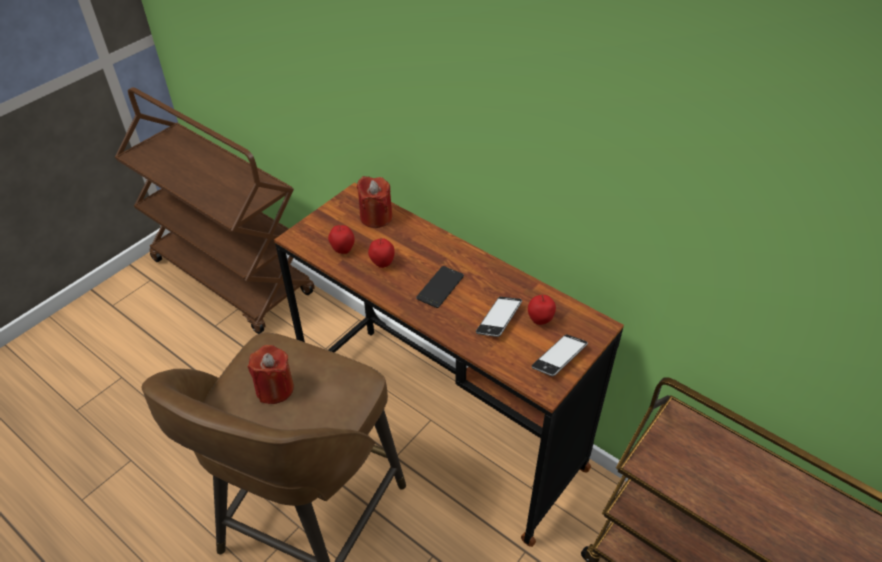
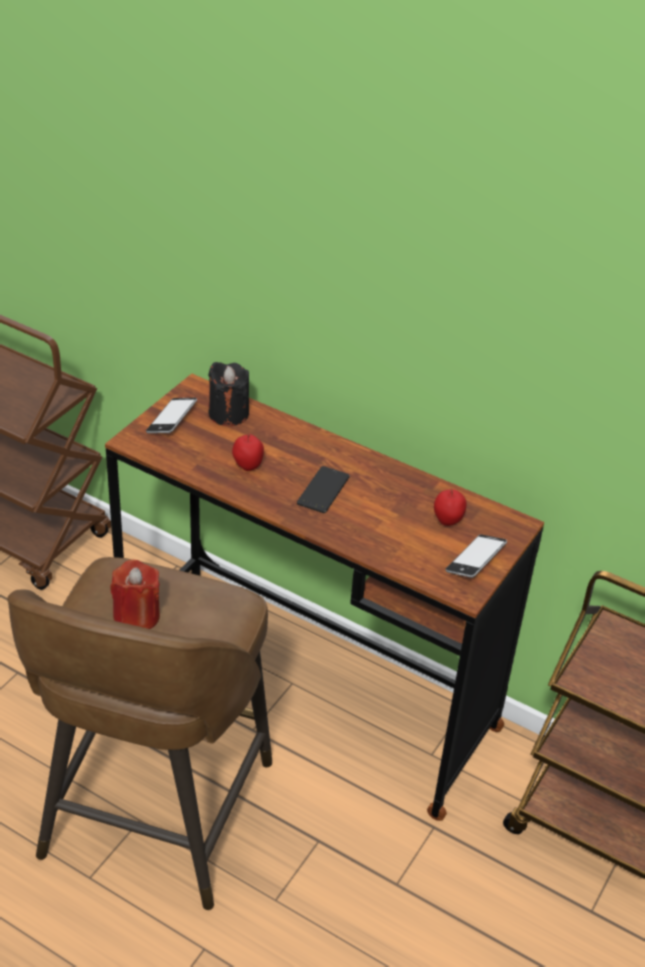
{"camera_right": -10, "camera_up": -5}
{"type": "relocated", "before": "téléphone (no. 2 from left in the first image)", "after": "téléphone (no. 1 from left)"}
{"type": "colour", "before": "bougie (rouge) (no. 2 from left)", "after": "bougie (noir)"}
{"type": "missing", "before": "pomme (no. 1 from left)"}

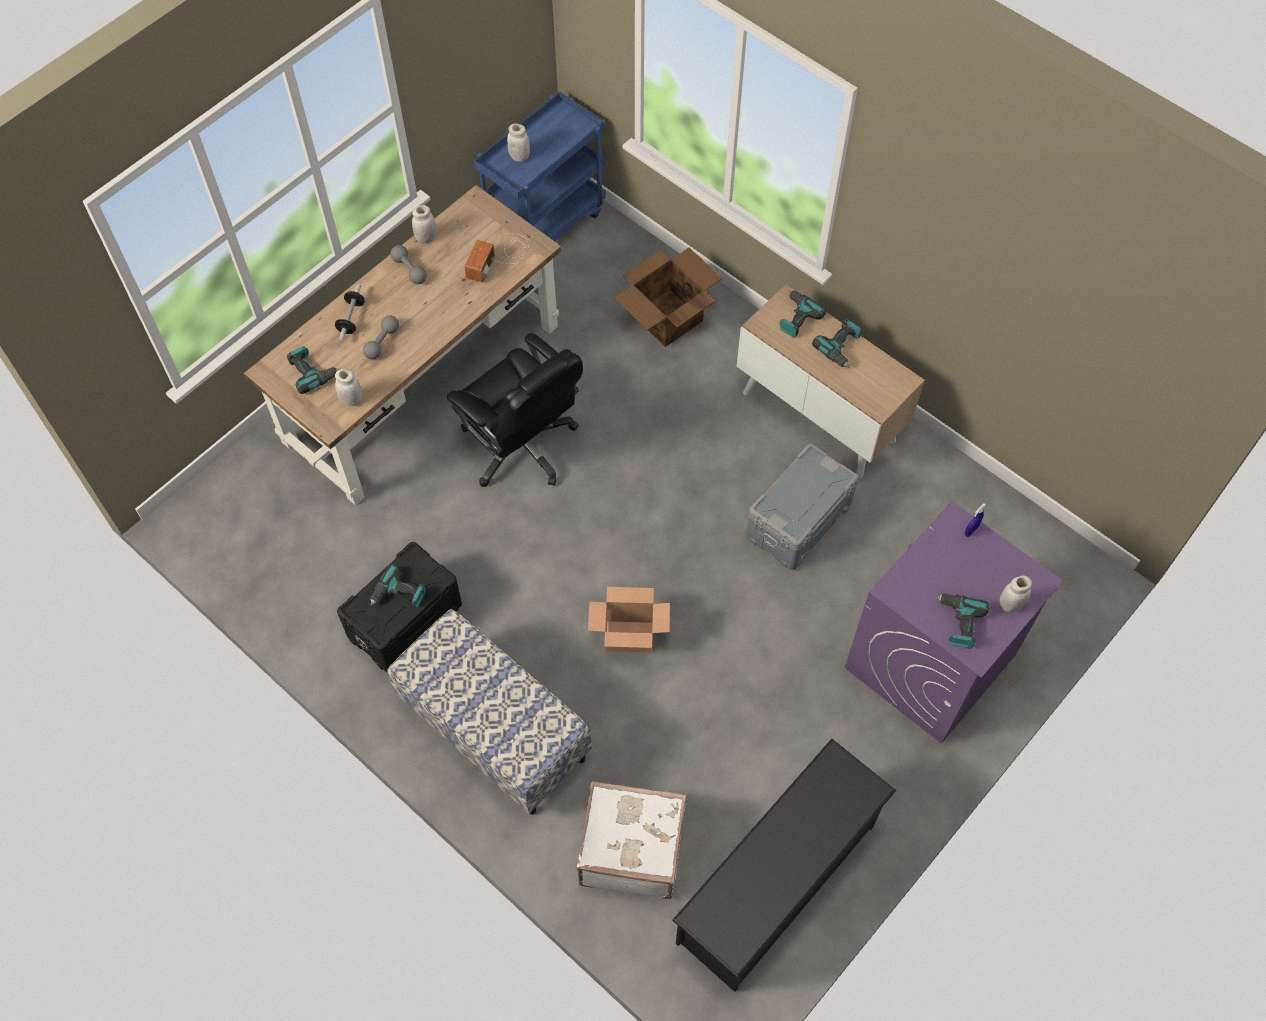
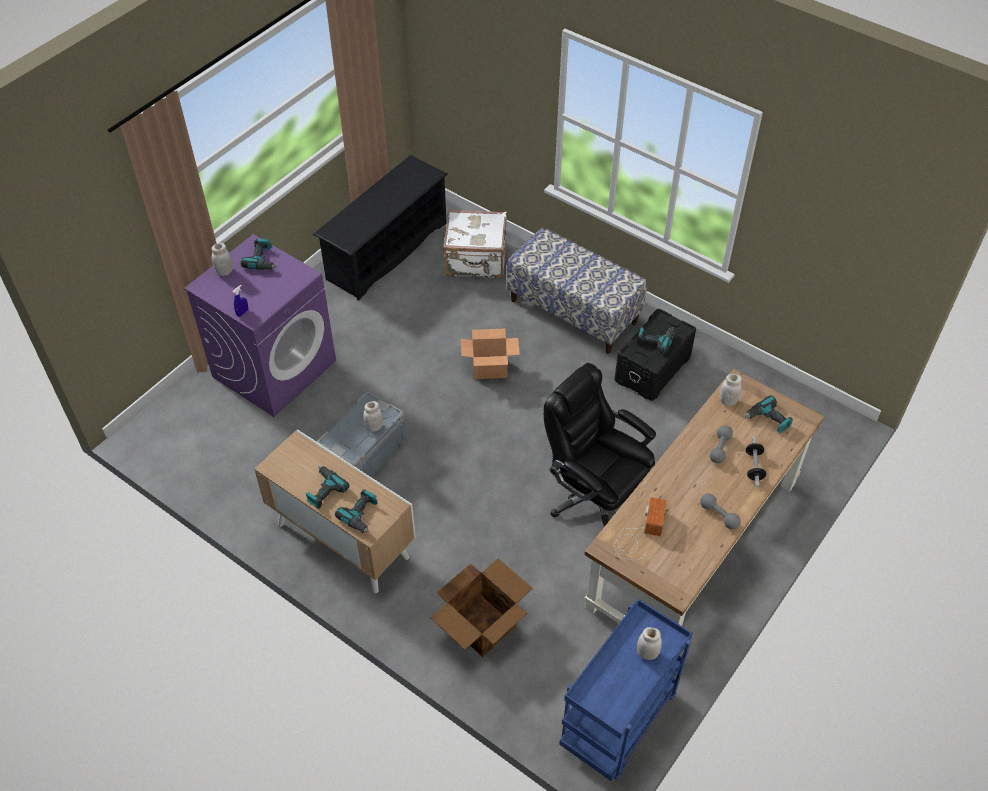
{"camera_right": 175, "camera_up": -10}
{"type": "relocated", "before": "bocal (blanc) (no. 2 from left)"}

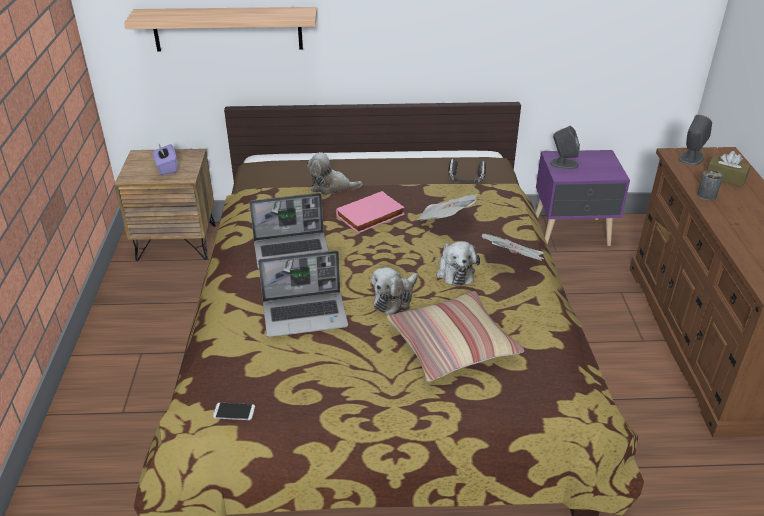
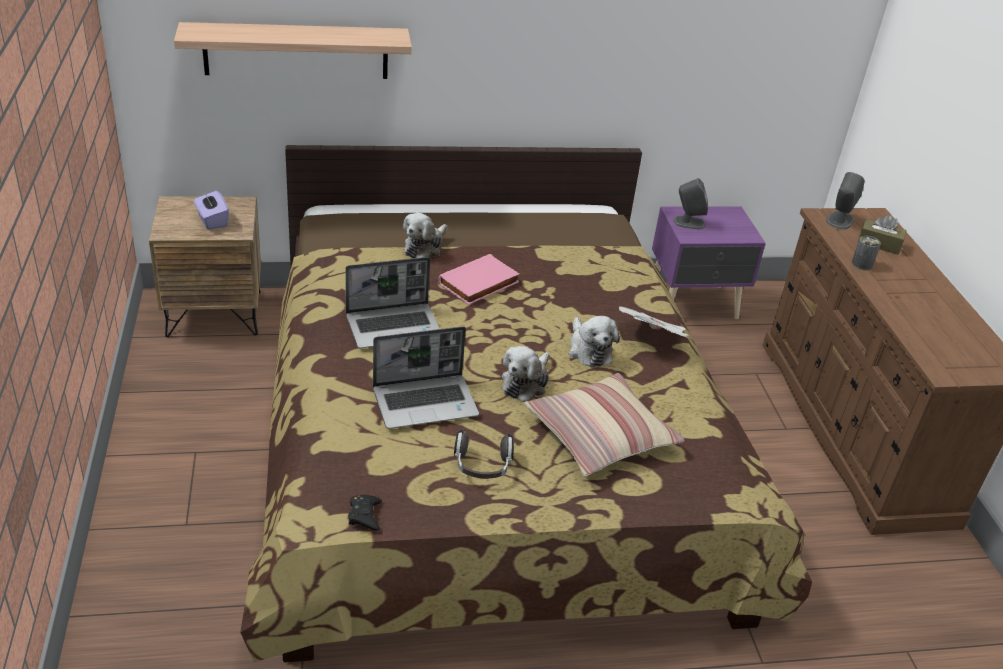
{"camera_right": -10, "camera_up": 0}
{"type": "exchanged", "before": "téléphone", "after": "manette (noir)"}
{"type": "spun", "before": "peluche (no. 1 from left)", "turn": -60}
{"type": "relocated", "before": "casque audio"}
{"type": "missing", "before": "journal (no. 1 from left)"}

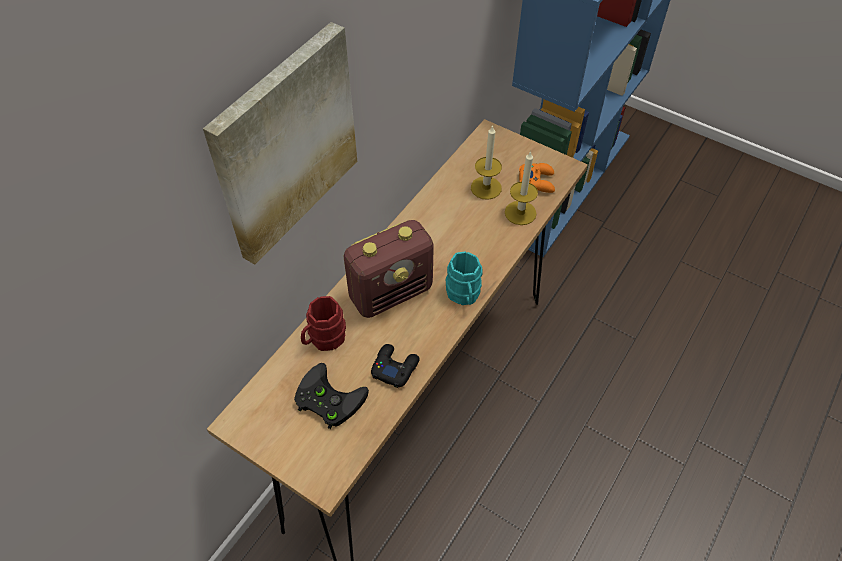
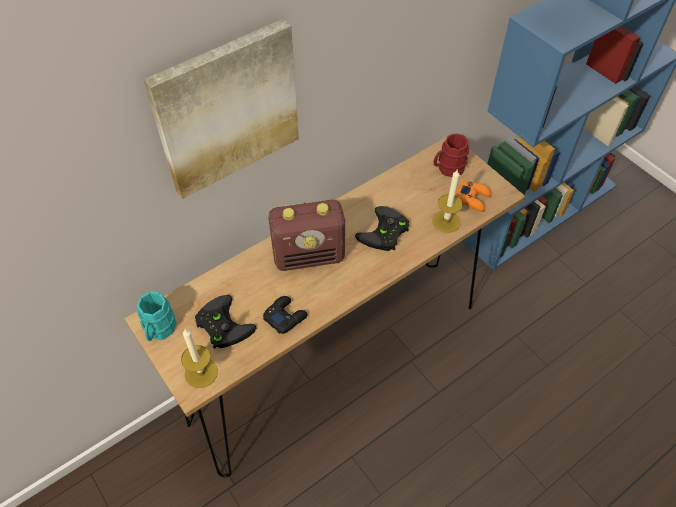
{"camera_right": 20, "camera_up": 0}
{"type": "relocated", "before": "mug (turquoise)"}
{"type": "relocated", "before": "bougie (no. 1 from left)"}
{"type": "appeared", "after": "manette (noir) (no. 3 from left)"}
{"type": "relocated", "before": "mug (rouge)"}

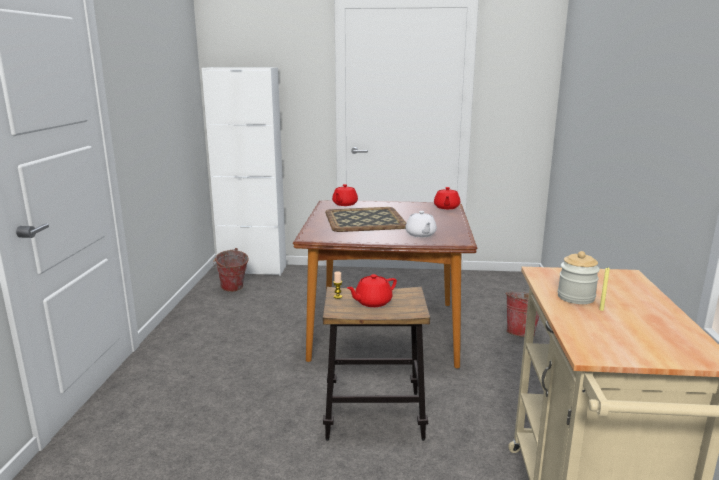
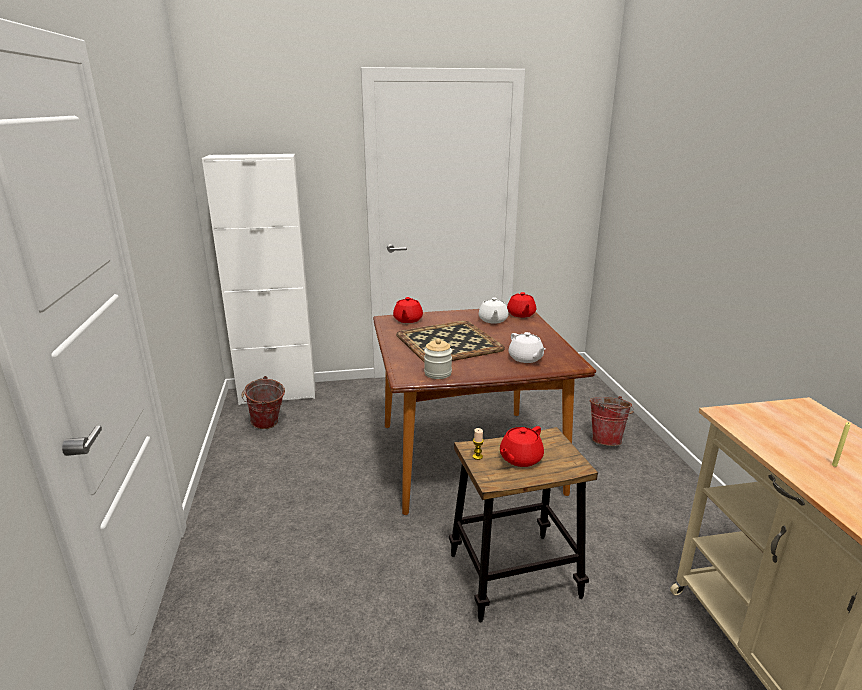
{"camera_right": -15, "camera_up": 5}
{"type": "relocated", "before": "bocal"}
{"type": "appeared", "after": "théière (blanc) (no. 1 from left)"}

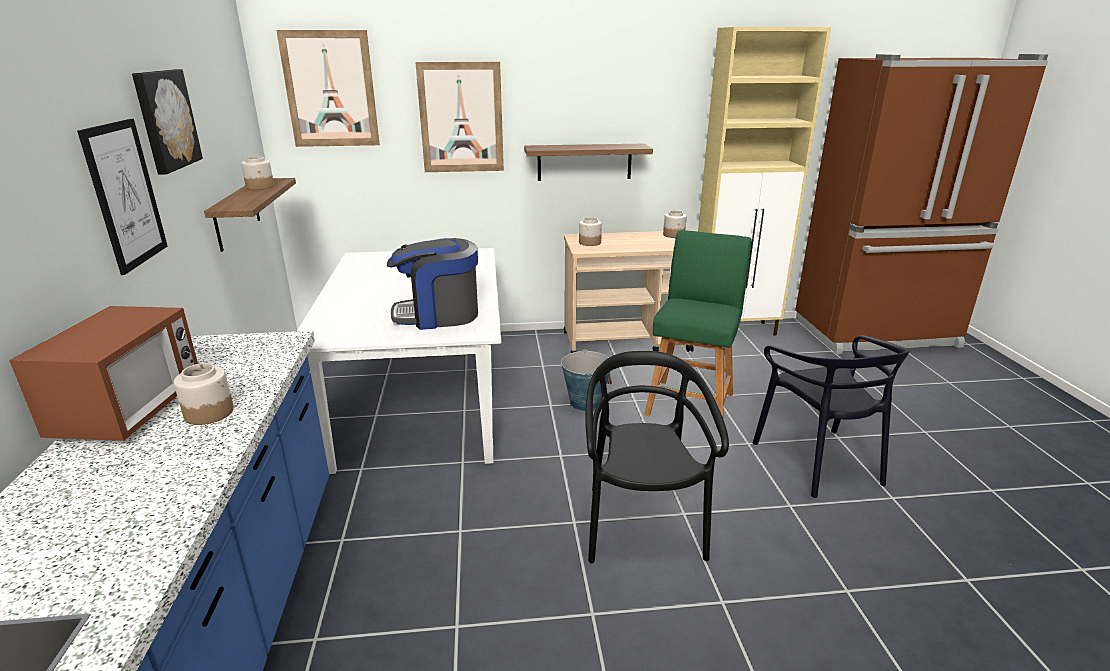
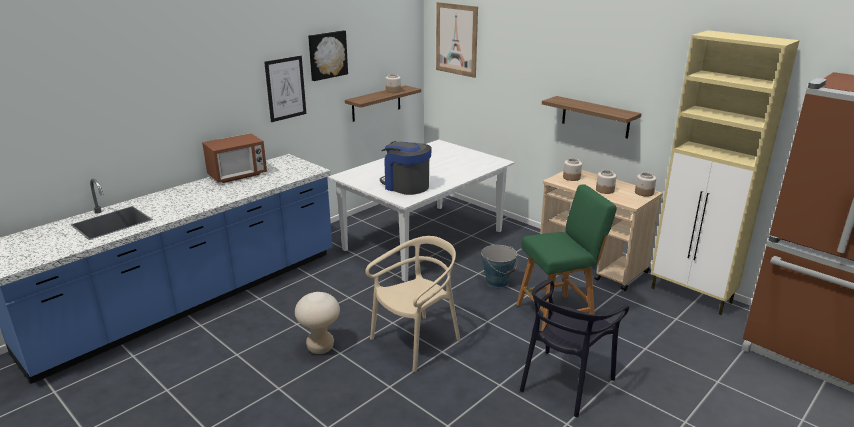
{"camera_right": 50, "camera_up": 0}
{"type": "appeared", "after": "tabouret (beige)"}
{"type": "colour", "before": "chaise (noir) (no. 1 from left)", "after": "chaise (beige)"}
{"type": "relocated", "before": "bocal (no. 1 from left in the first image)", "after": "bocal (no. 3 from left)"}
{"type": "missing", "before": "tableau (no. 4 from left)"}

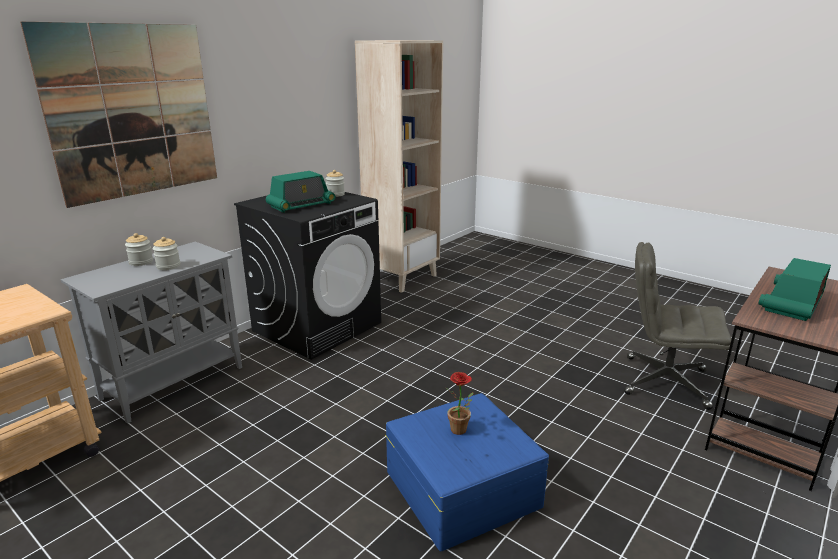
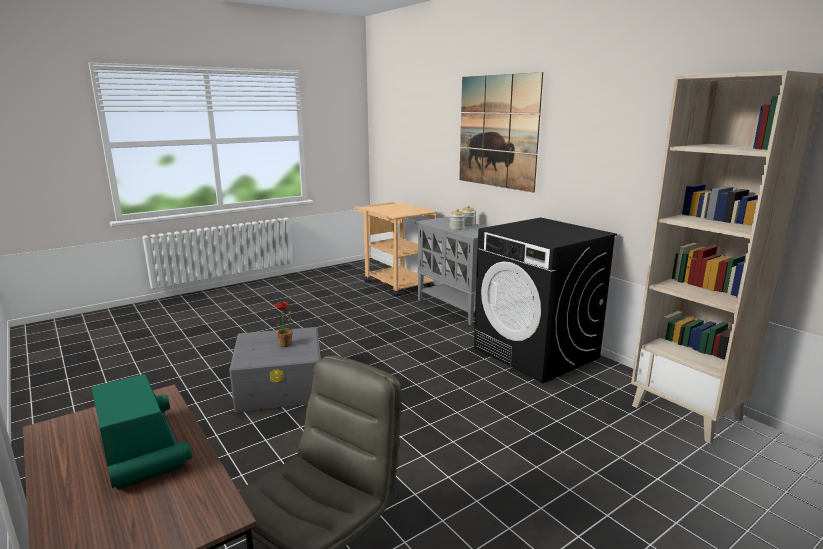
{"camera_right": 105, "camera_up": -5}
{"type": "colour", "before": "boîte de rangement (bleu)", "after": "boîte de rangement (gris)"}
{"type": "missing", "before": "radio (no. 1 from left)"}
{"type": "missing", "before": "bocal (no. 3 from left)"}

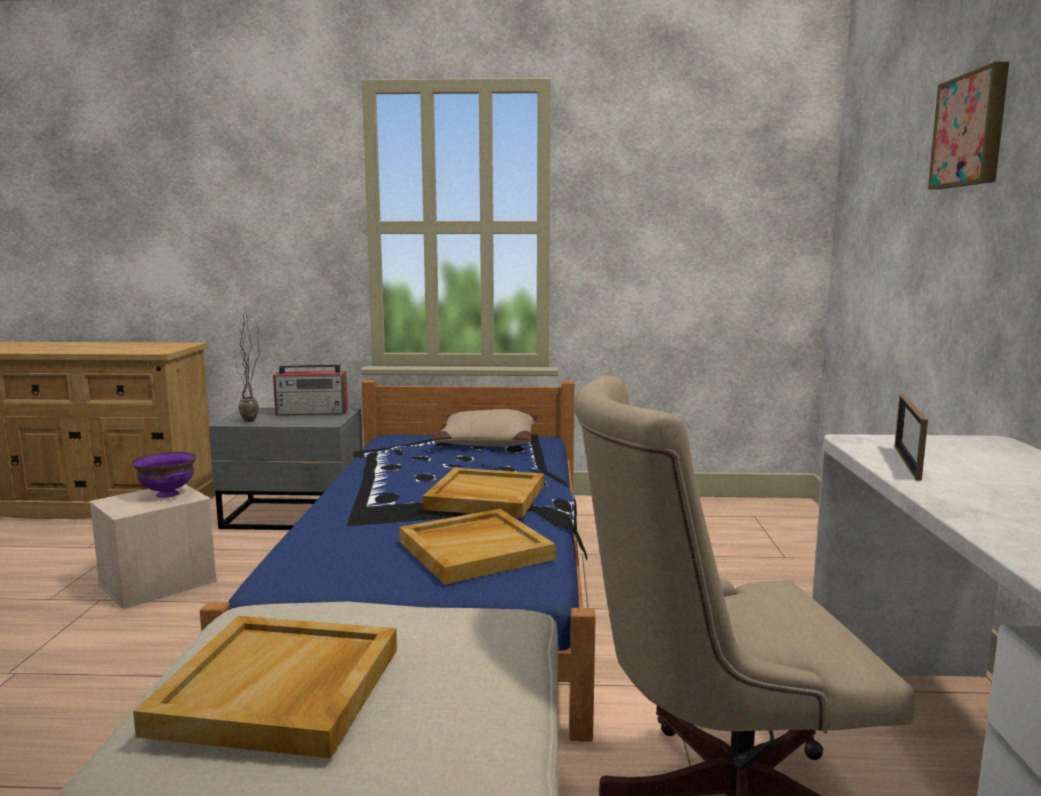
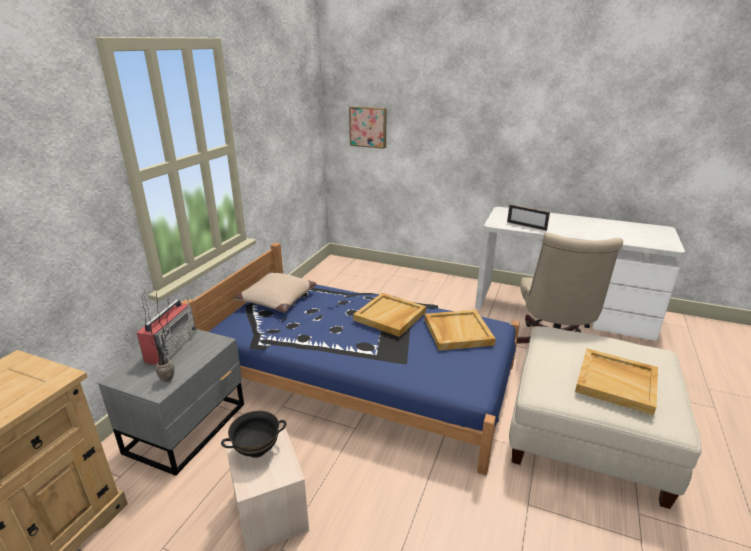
{"camera_right": -70, "camera_up": 15}
{"type": "colour", "before": "bol (violet)", "after": "bol (noir)"}
{"type": "relocated", "before": "tableau"}

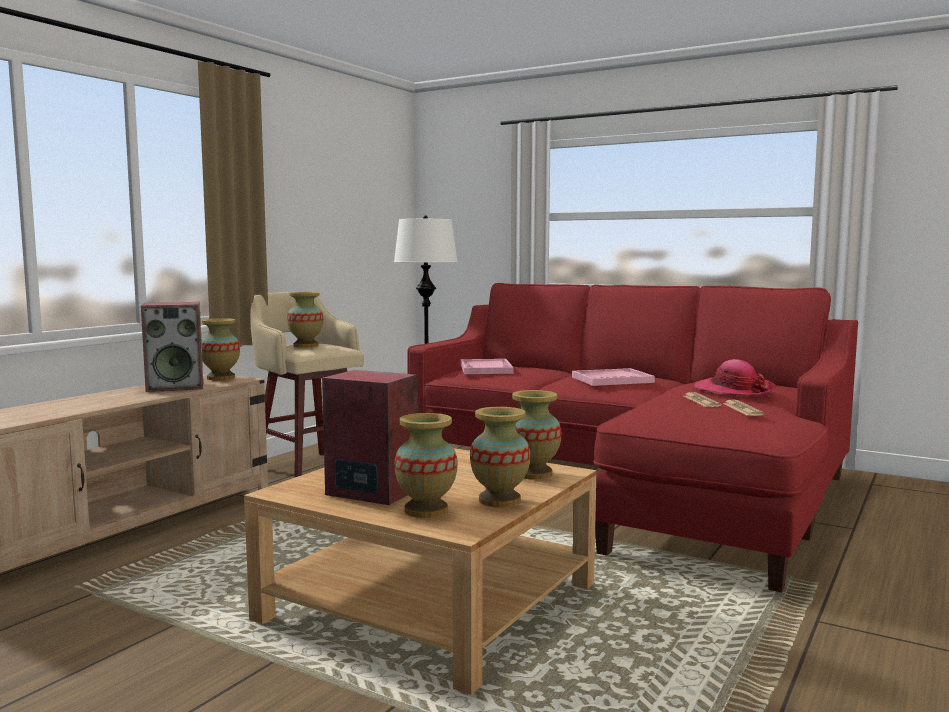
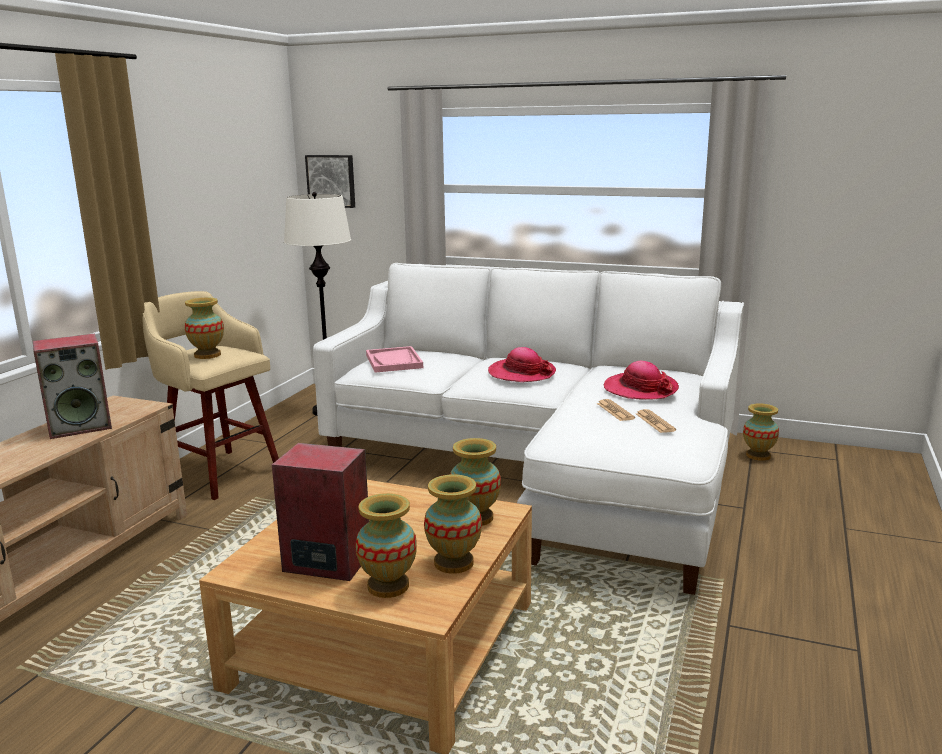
{"camera_right": -10, "camera_up": 10}
{"type": "appeared", "after": "tableau"}
{"type": "colour", "before": "canapé (rouge)", "after": "canapé (blanc)"}
{"type": "exchanged", "before": "plateau (rose) (no. 2 from left)", "after": "chapeau (no. 1 from left)"}
{"type": "relocated", "before": "vase (no. 1 from left in the first image)", "after": "vase (no. 5 from left)"}

